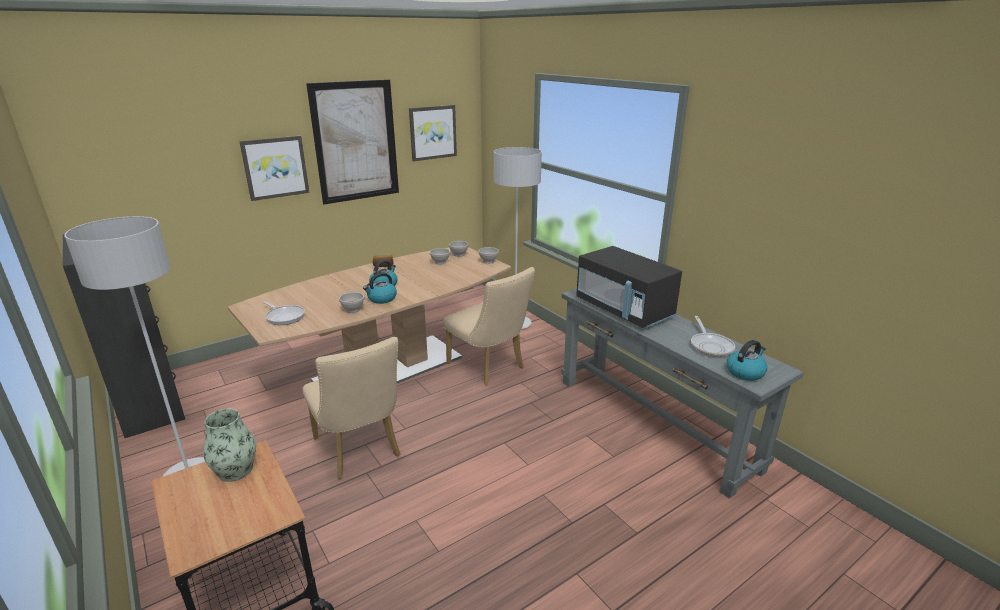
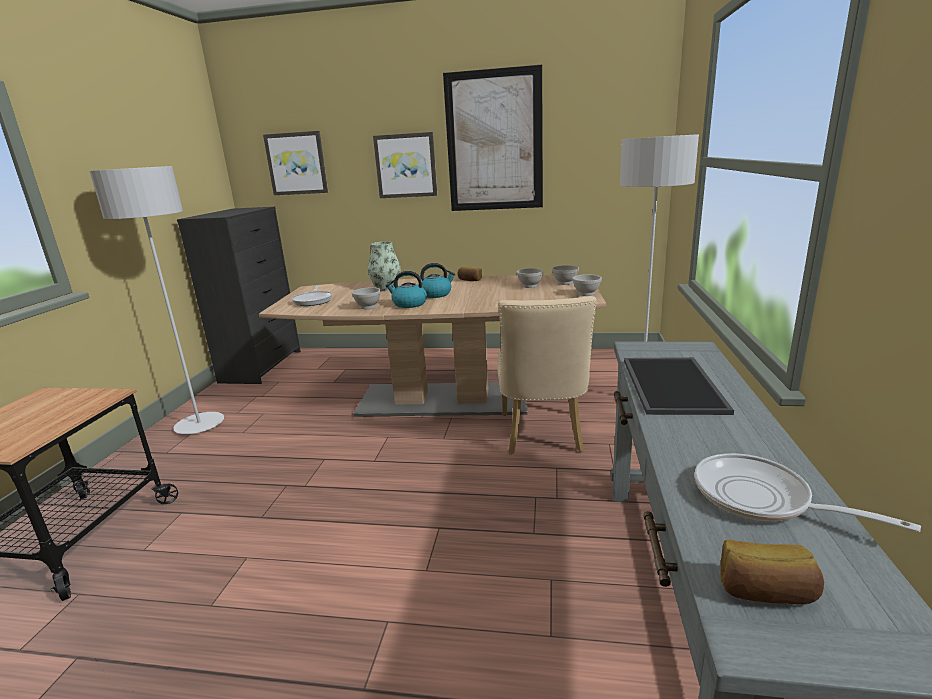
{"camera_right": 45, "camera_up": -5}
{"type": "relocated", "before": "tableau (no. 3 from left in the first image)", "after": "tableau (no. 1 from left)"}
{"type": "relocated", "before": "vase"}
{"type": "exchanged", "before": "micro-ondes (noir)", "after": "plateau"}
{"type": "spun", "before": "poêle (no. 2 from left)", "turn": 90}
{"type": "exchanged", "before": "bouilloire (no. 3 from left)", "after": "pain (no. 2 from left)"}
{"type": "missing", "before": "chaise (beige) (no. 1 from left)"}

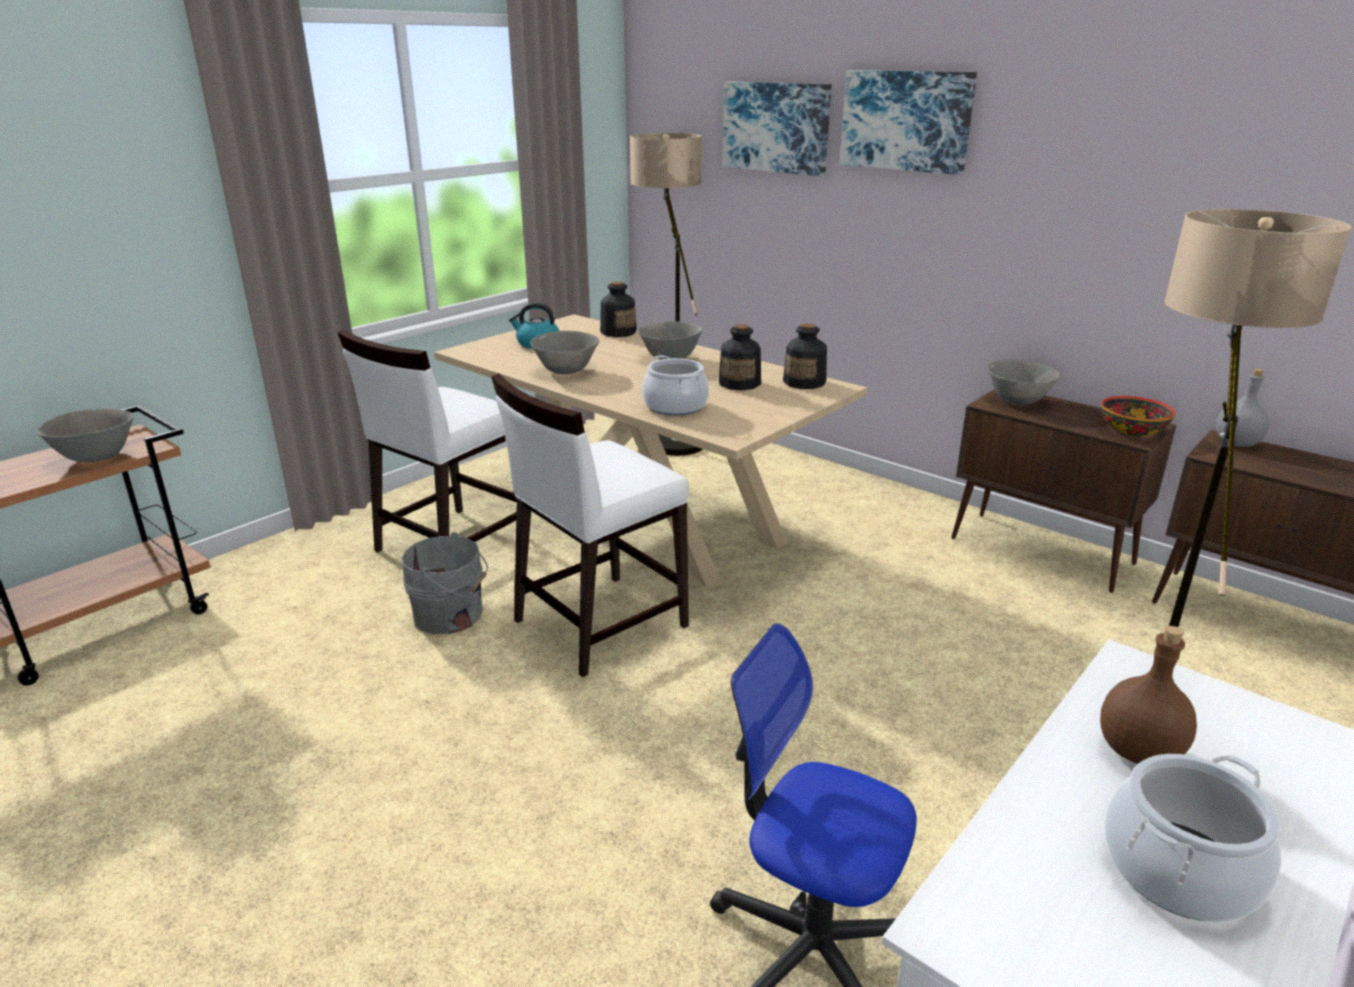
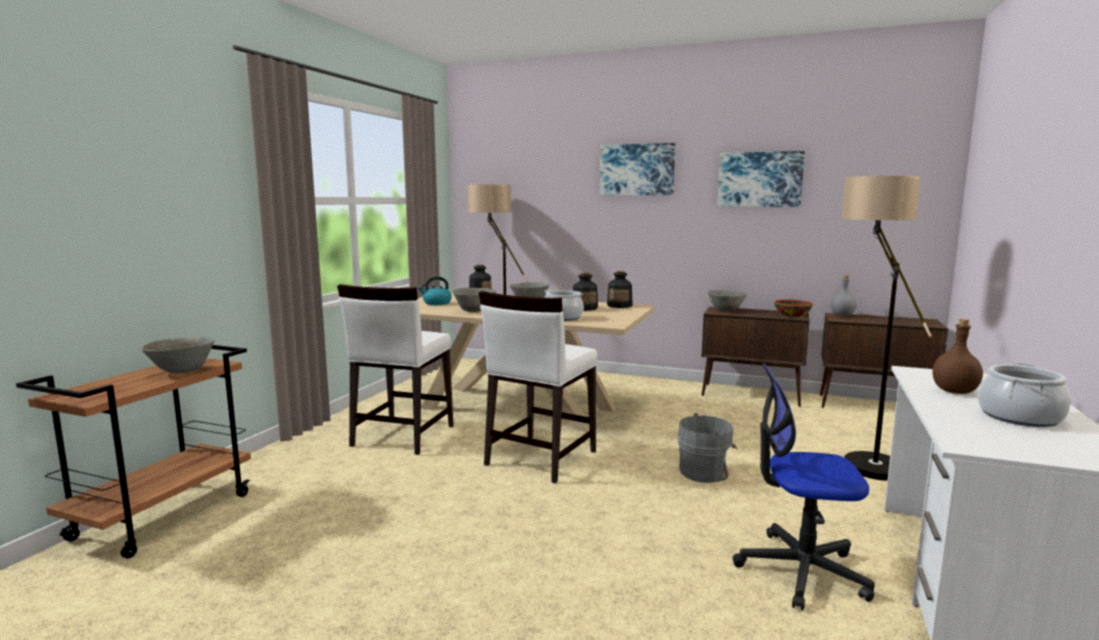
{"camera_right": -20, "camera_up": -15}
{"type": "relocated", "before": "seau (gris)"}
{"type": "relocated", "before": "tableau (no. 1 from left in the first image)", "after": "tableau (no. 2 from left)"}

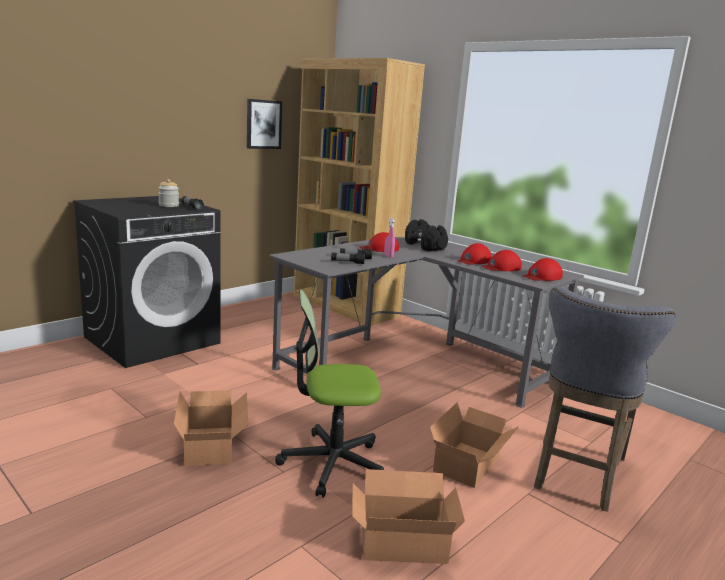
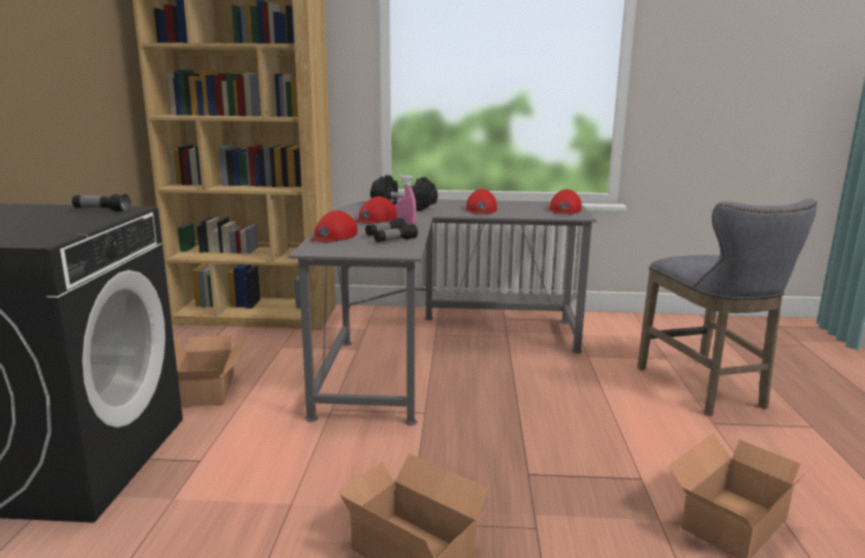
{"camera_right": -40, "camera_up": 0}
{"type": "relocated", "before": "carton (no. 3 from left in the first image)", "after": "carton (no. 1 from left)"}
{"type": "relocated", "before": "casquette (rouge) (no. 3 from left in the first image)", "after": "casquette (rouge) (no. 1 from left)"}
{"type": "missing", "before": "bocal"}
{"type": "missing", "before": "tableau"}
{"type": "missing", "before": "chaise de bureau"}

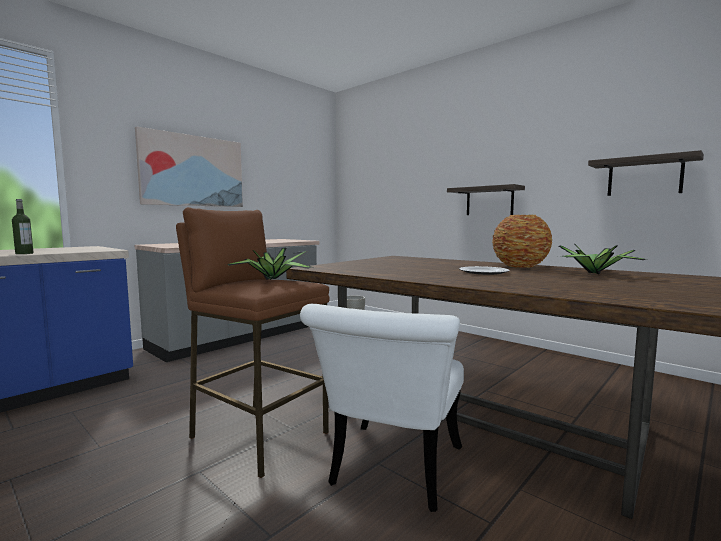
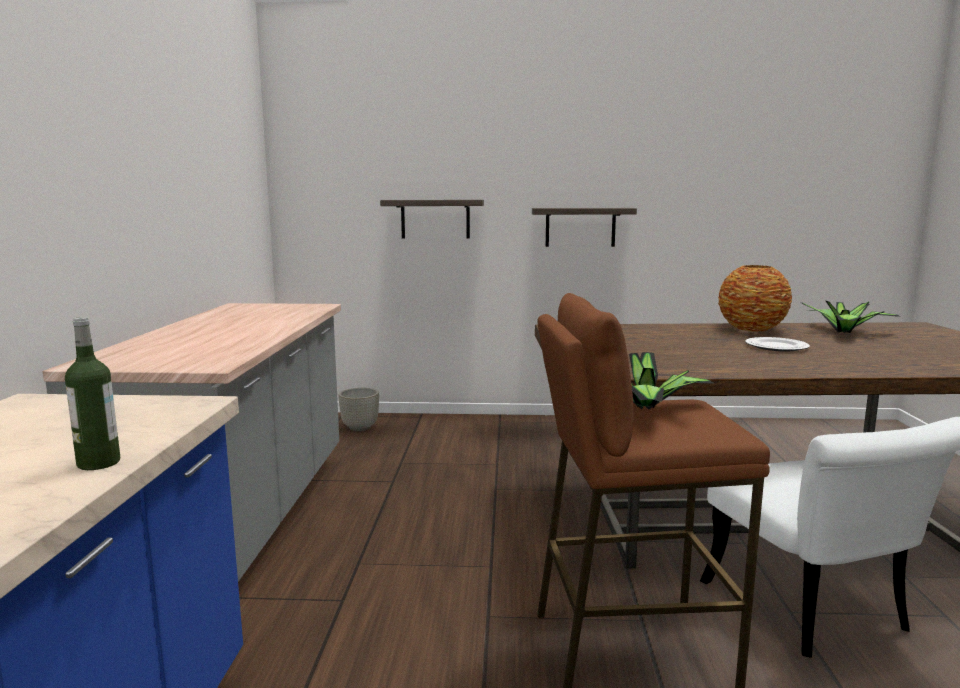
{"camera_right": -40, "camera_up": 5}
{"type": "relocated", "before": "étagère (no. 2 from left in the first image)", "after": "étagère (no. 1 from left)"}
{"type": "missing", "before": "tableau"}

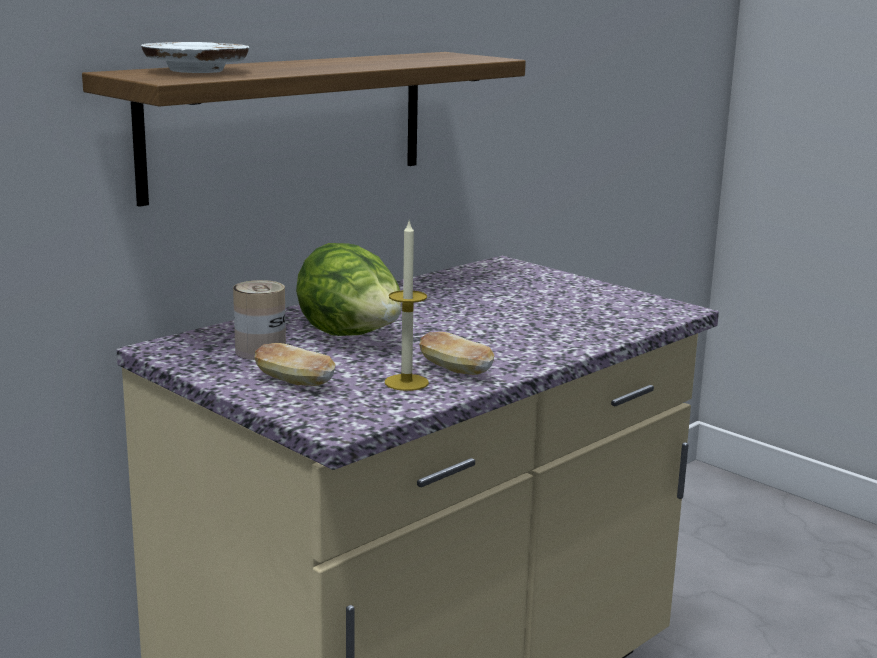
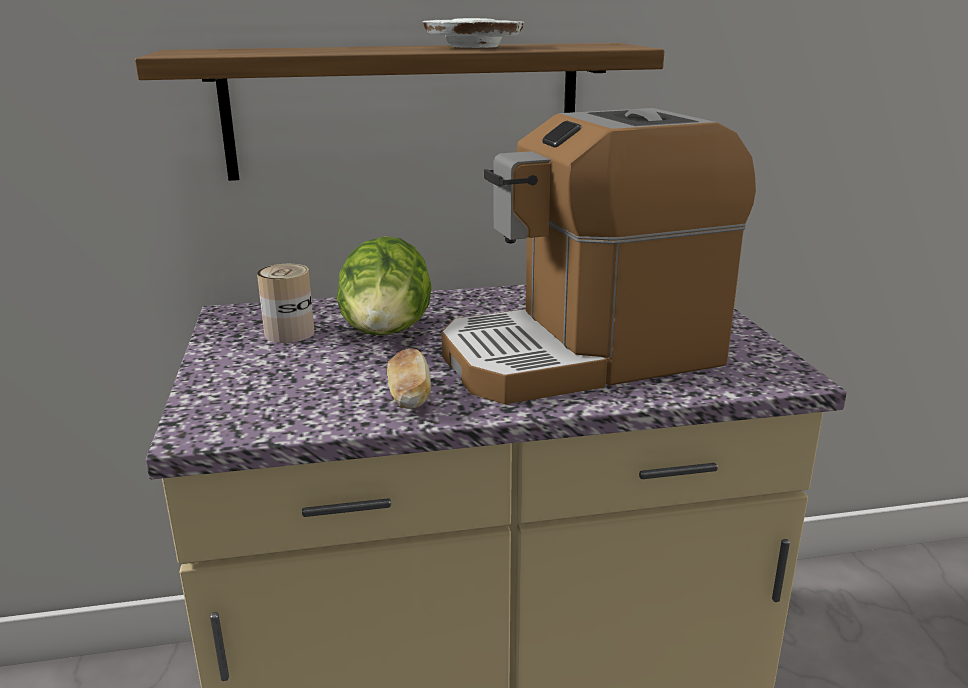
{"camera_right": 35, "camera_up": 5}
{"type": "relocated", "before": "assiette (blanc)"}
{"type": "appeared", "after": "machine à café"}
{"type": "missing", "before": "pain (no. 1 from left)"}
{"type": "missing", "before": "bougie"}

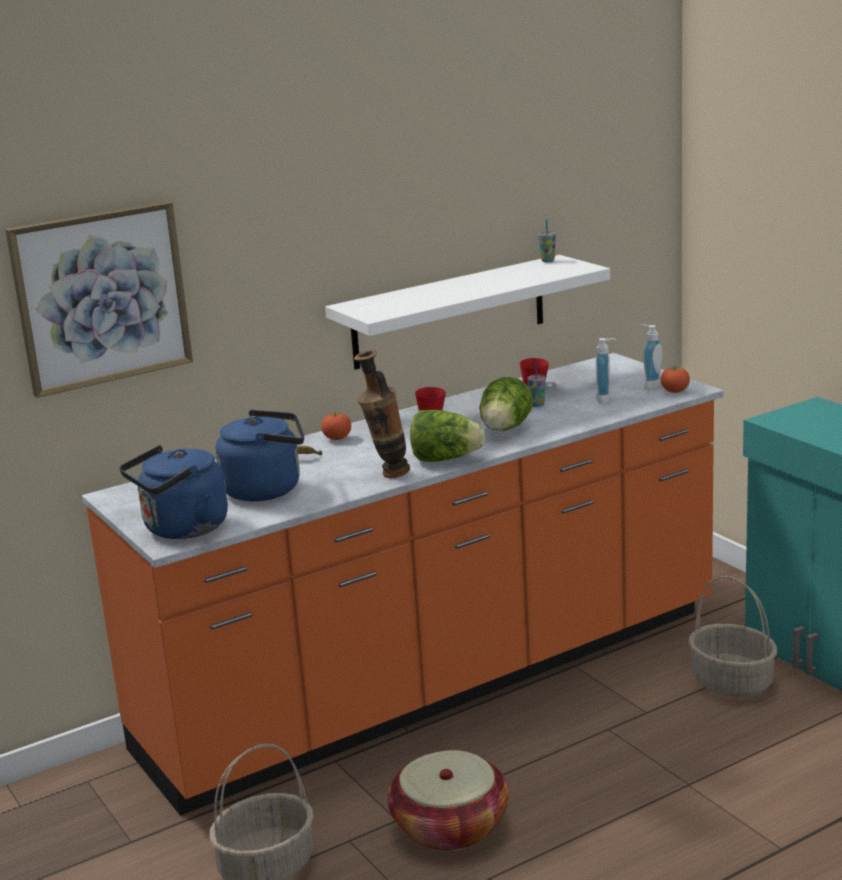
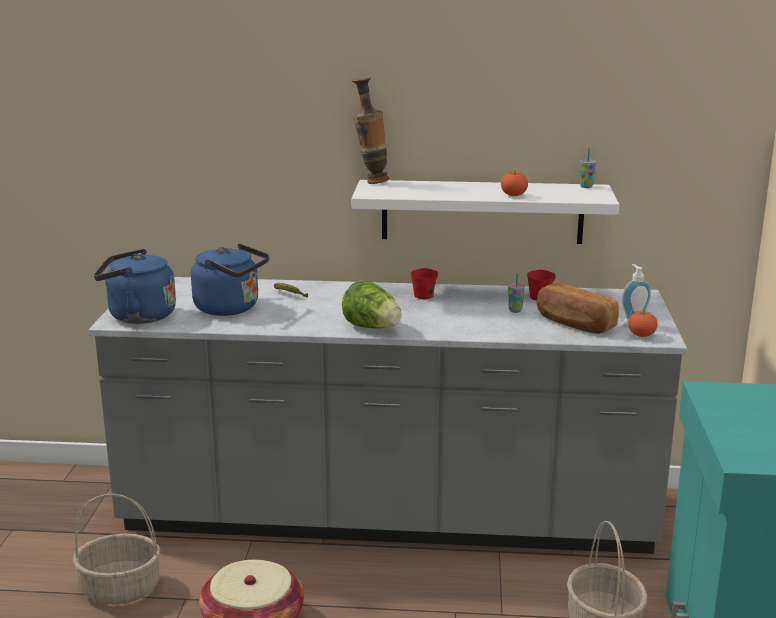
{"camera_right": 35, "camera_up": 0}
{"type": "colour", "before": "comptoir de cuisine (orange)", "after": "comptoir de cuisine (gris)"}
{"type": "relocated", "before": "vase"}
{"type": "relocated", "before": "tomate (no. 1 from left)"}
{"type": "exchanged", "before": "distributeur de savon (no. 1 from left)", "after": "pain"}
{"type": "missing", "before": "tableau"}
{"type": "missing", "before": "laitue (no. 2 from left)"}

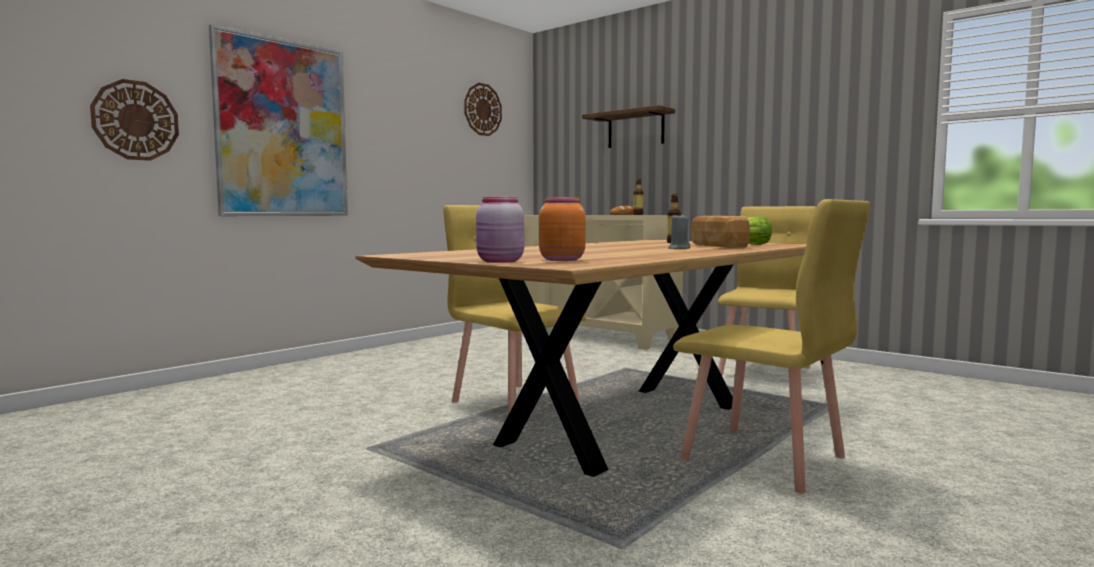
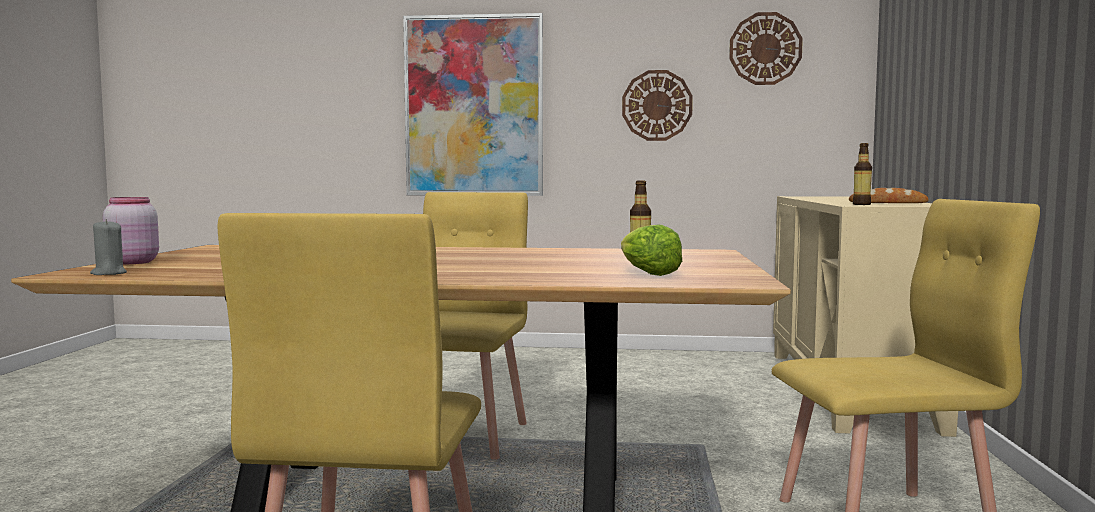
{"camera_right": 55, "camera_up": 0}
{"type": "relocated", "before": "bougie (gris)"}
{"type": "relocated", "before": "horloge murale (no. 1 from left)"}
{"type": "missing", "before": "bocal (orange)"}
{"type": "missing", "before": "étagère"}
{"type": "missing", "before": "pain (no. 2 from left)"}

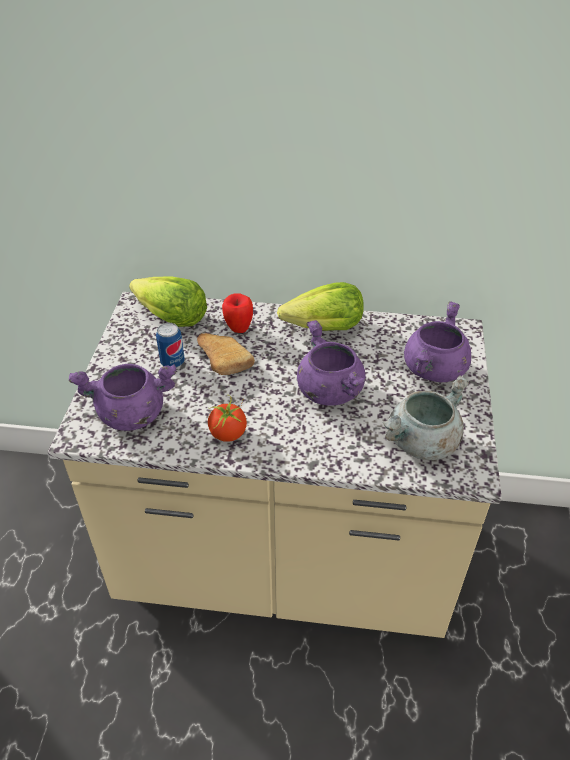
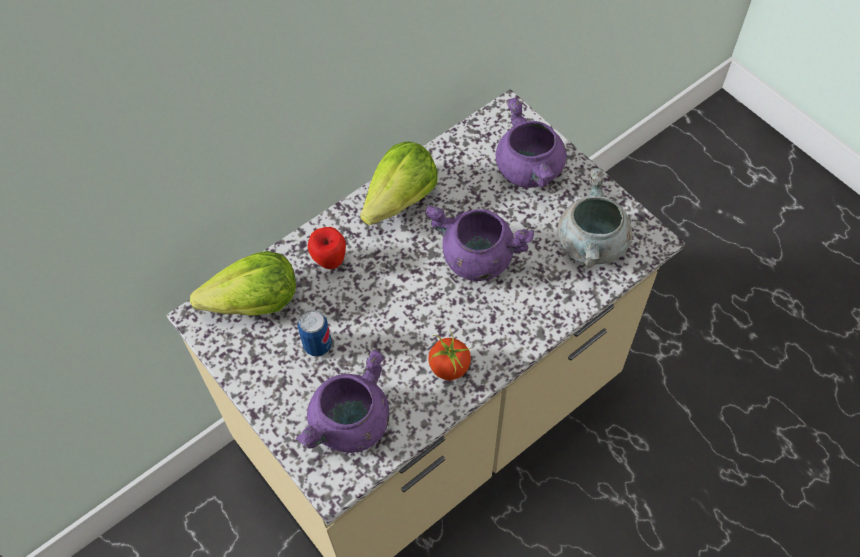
{"camera_right": -45, "camera_up": 15}
{"type": "missing", "before": "pain"}

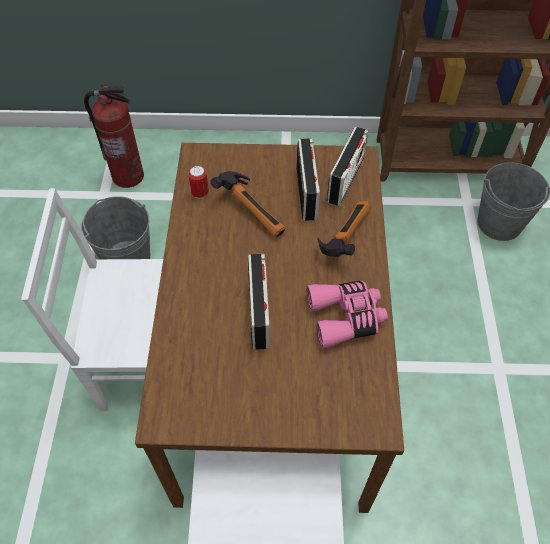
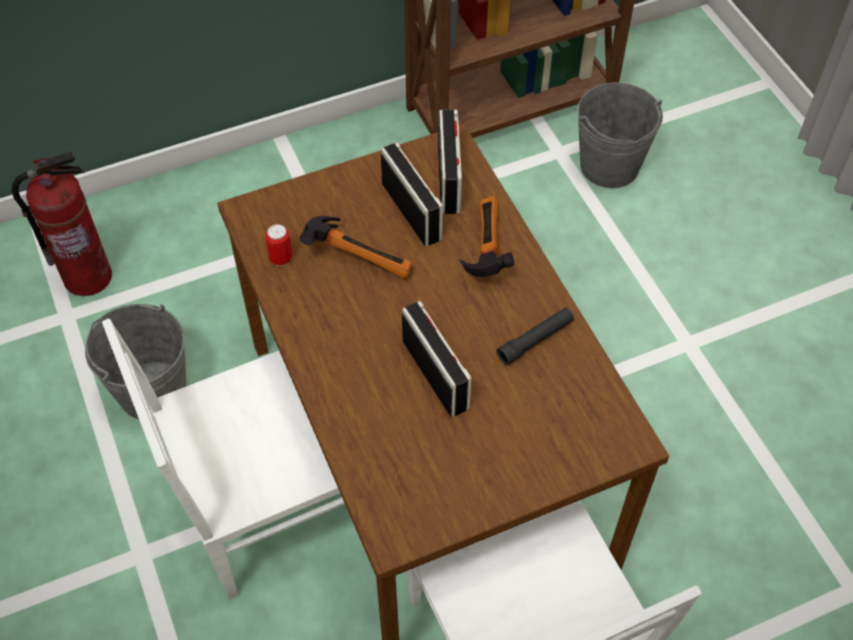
{"camera_right": -25, "camera_up": 0}
{"type": "exchanged", "before": "jumelles (rose)", "after": "lampe de poche (noir)"}

